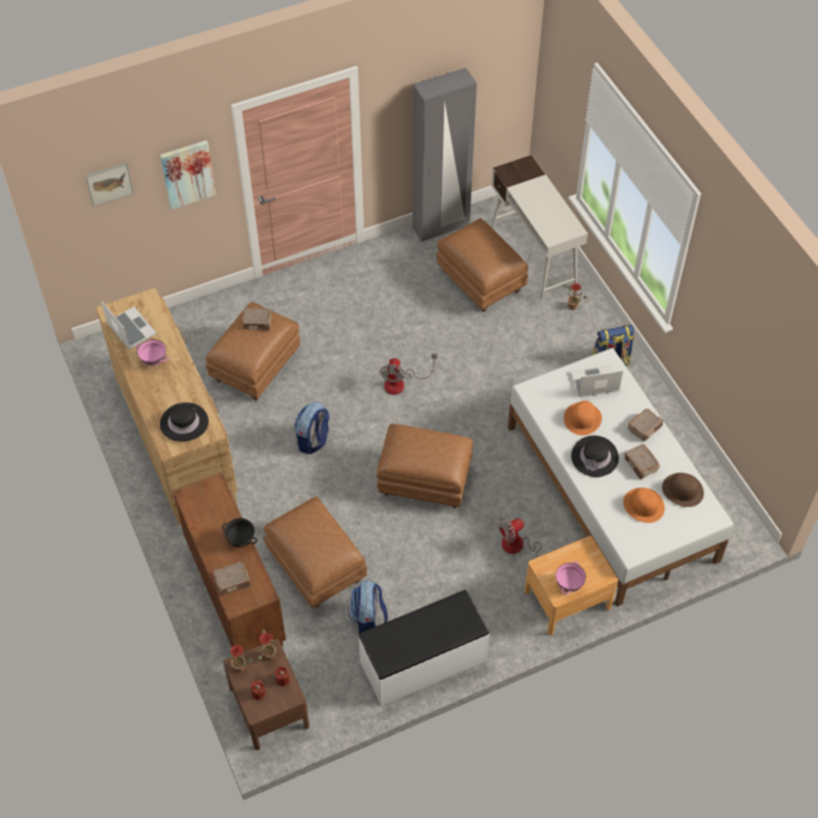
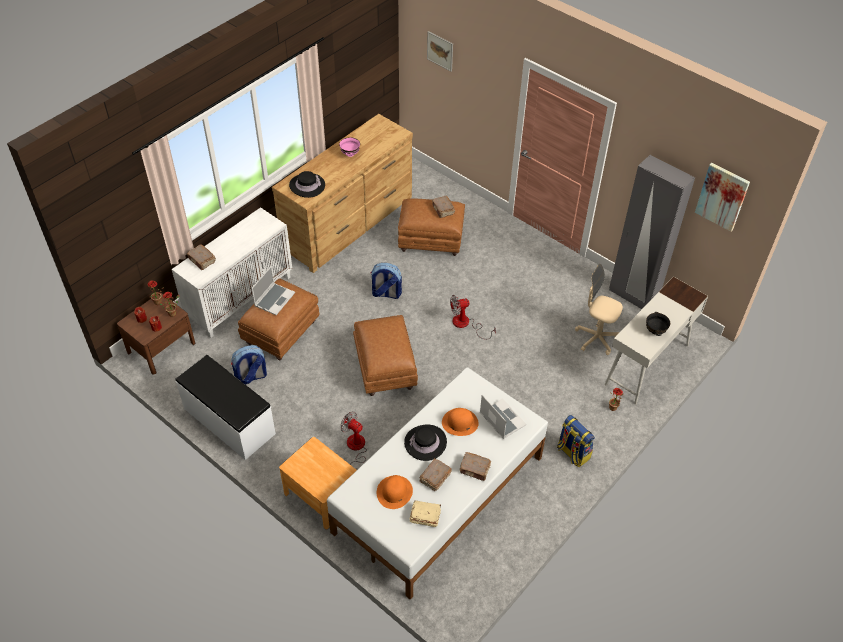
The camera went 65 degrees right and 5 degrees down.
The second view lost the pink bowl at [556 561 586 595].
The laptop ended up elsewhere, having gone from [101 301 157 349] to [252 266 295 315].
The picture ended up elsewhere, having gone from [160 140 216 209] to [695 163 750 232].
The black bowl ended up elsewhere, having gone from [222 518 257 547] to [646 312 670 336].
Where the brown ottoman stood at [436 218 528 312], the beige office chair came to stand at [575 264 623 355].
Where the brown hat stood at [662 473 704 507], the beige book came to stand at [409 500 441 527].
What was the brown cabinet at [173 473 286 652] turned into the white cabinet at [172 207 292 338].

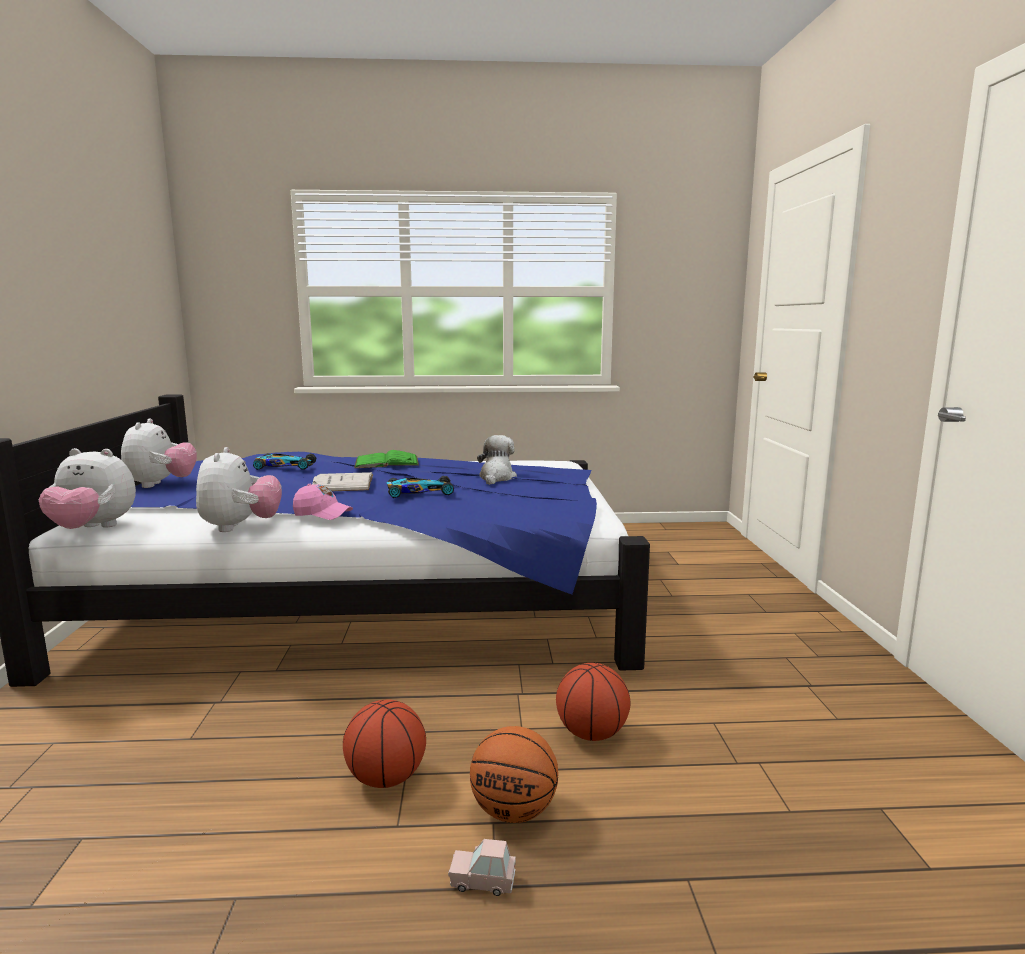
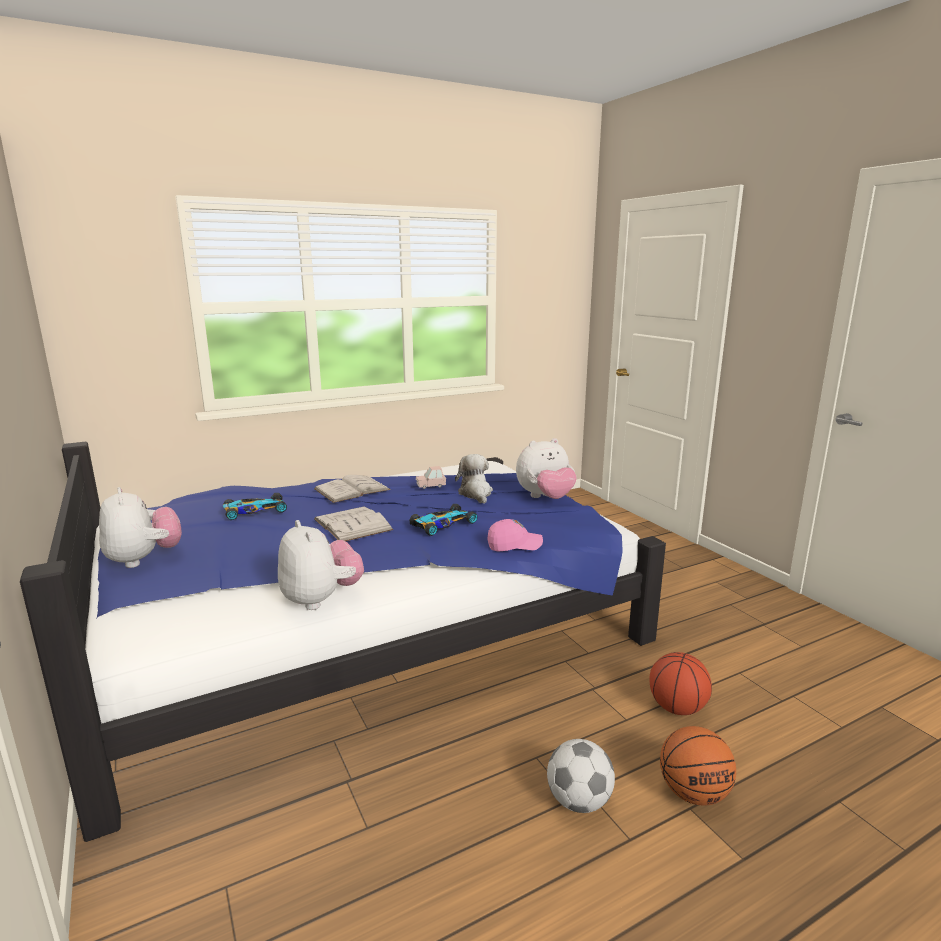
The camera went 25 degrees left and 5 degrees up.
The plush toy ended up elsewhere, having gone from [39 448 136 529] to [516 438 577 499].
The pink cap ended up elsewhere, having gone from [293 484 353 520] to [488 519 543 552].
The pink toy car ended up elsewhere, having gone from [448 839 516 896] to [416 466 446 489].
Where the basketball stood at [343 699 426 788], the football came to stand at [547 739 615 813].
What was the green book at [354 450 419 468] turned into the white book at [314 475 391 503].

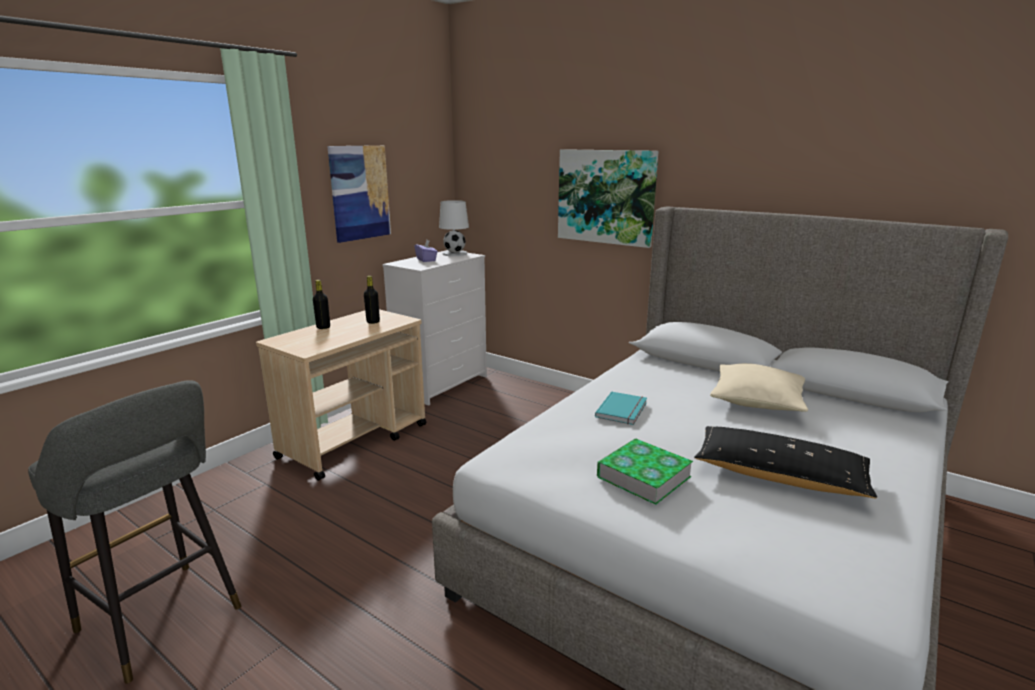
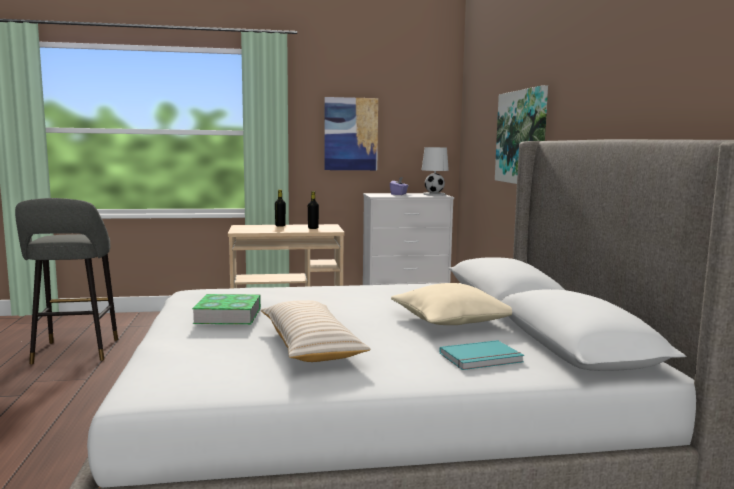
The camera went 45 degrees right and 10 degrees down.
The turquoise book ended up elsewhere, having gone from [595 391 647 425] to [439 340 524 370].
What was the black pillow at [694 426 877 498] turned into the beige pillow at [261 300 371 362].

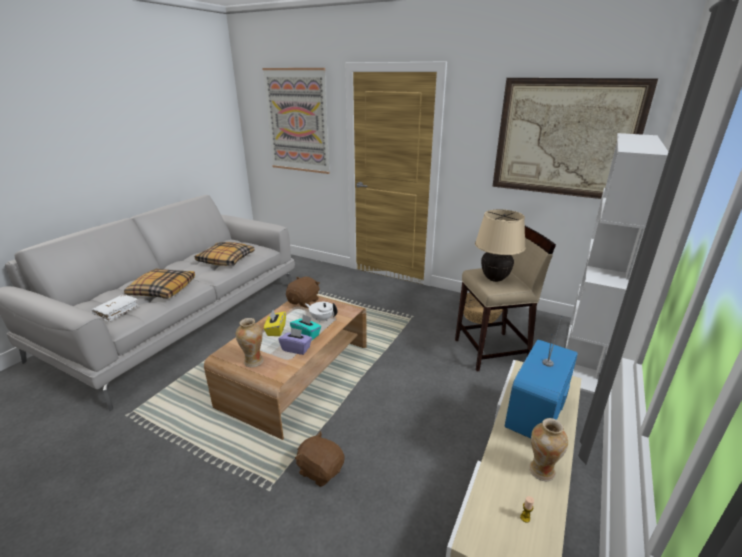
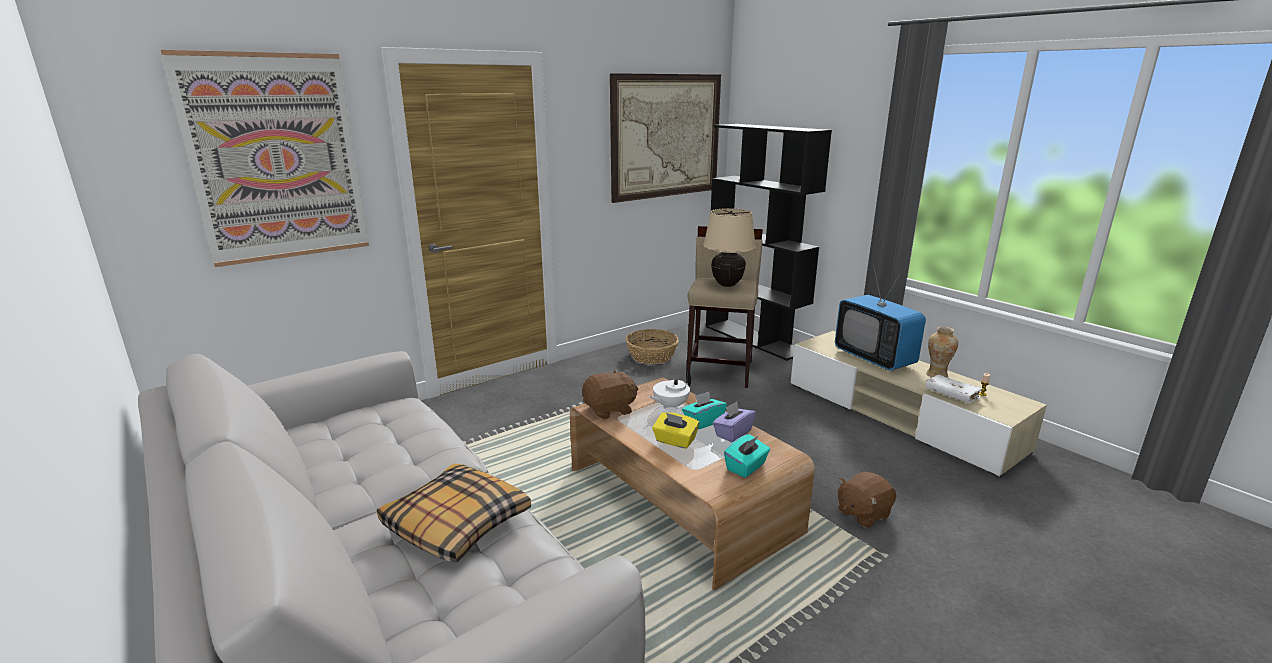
The camera went 65 degrees left and 5 degrees down.
The second view lost the pillow at [195 242 255 266].
The white book ended up elsewhere, having gone from [92 294 139 322] to [926 375 983 403].
Where the vase stood at [236 318 263 367], the turquoise tissue box came to stand at [724 434 770 478].
What was the white bookcase at [566 133 668 394] turned into the black bookcase at [706 124 832 361].
The brown plush toy at [286 277 320 308] ended up facing another way, 105 degrees clockwise from before.

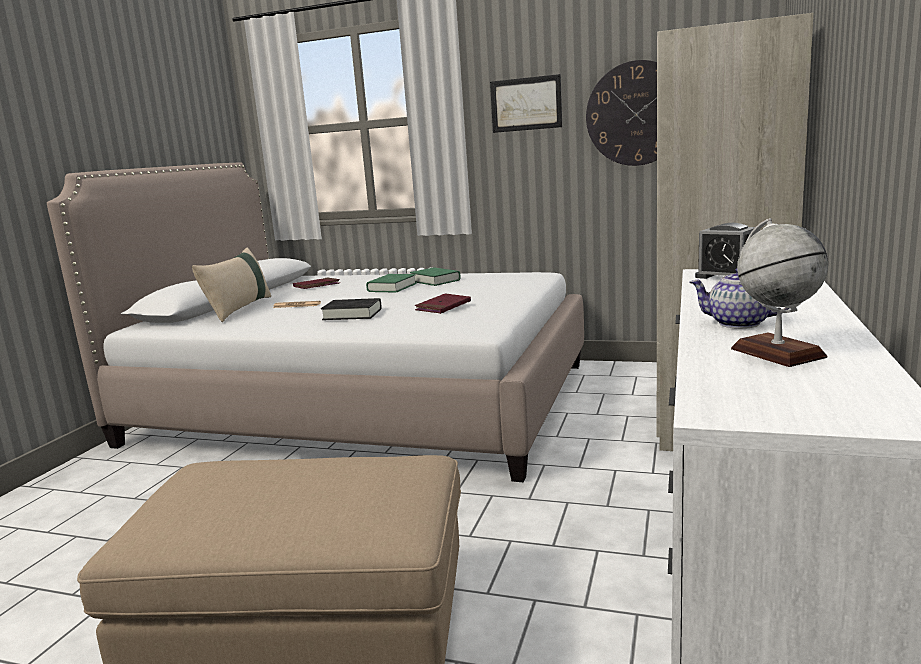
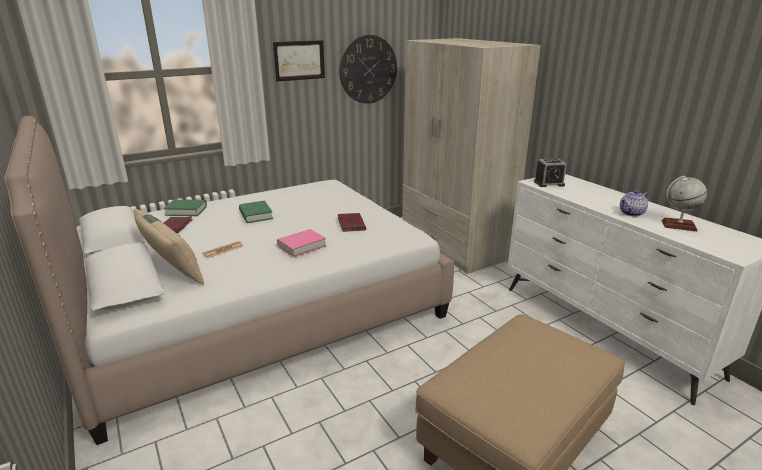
The camera went 50 degrees left and 10 degrees up.
The green book ended up elsewhere, having gone from [410 267 461 286] to [164 200 207 216].
What was the black book at [321 298 381 320] turned into the pink book at [277 229 326 257].

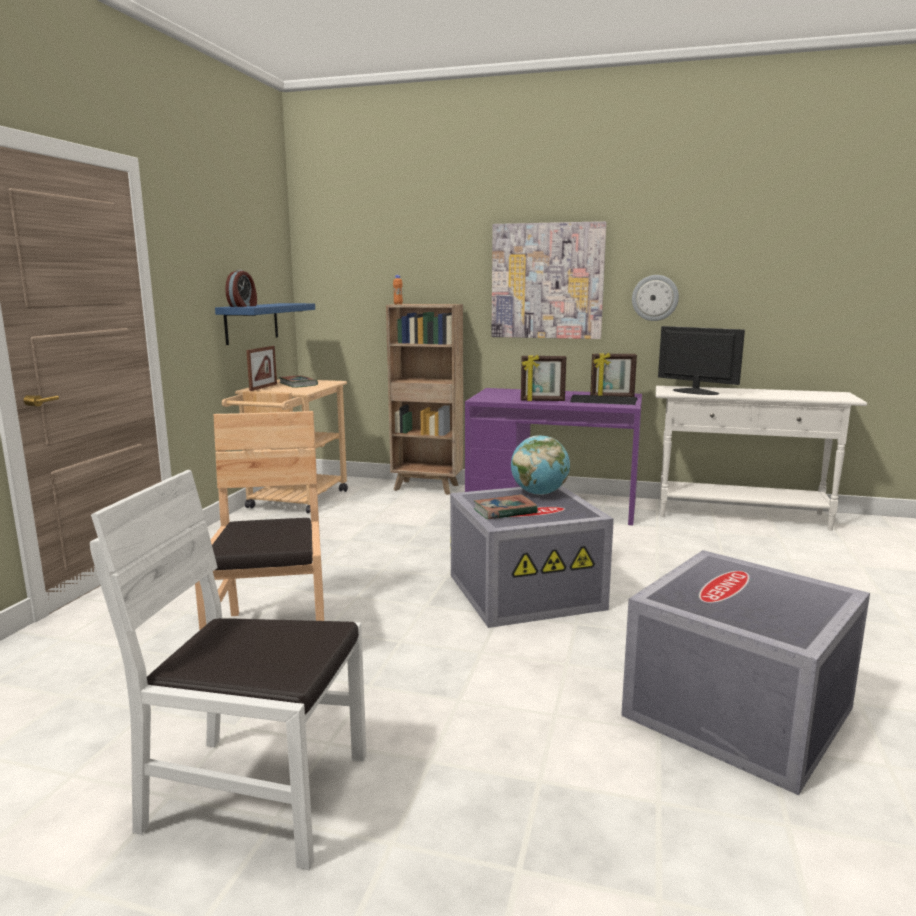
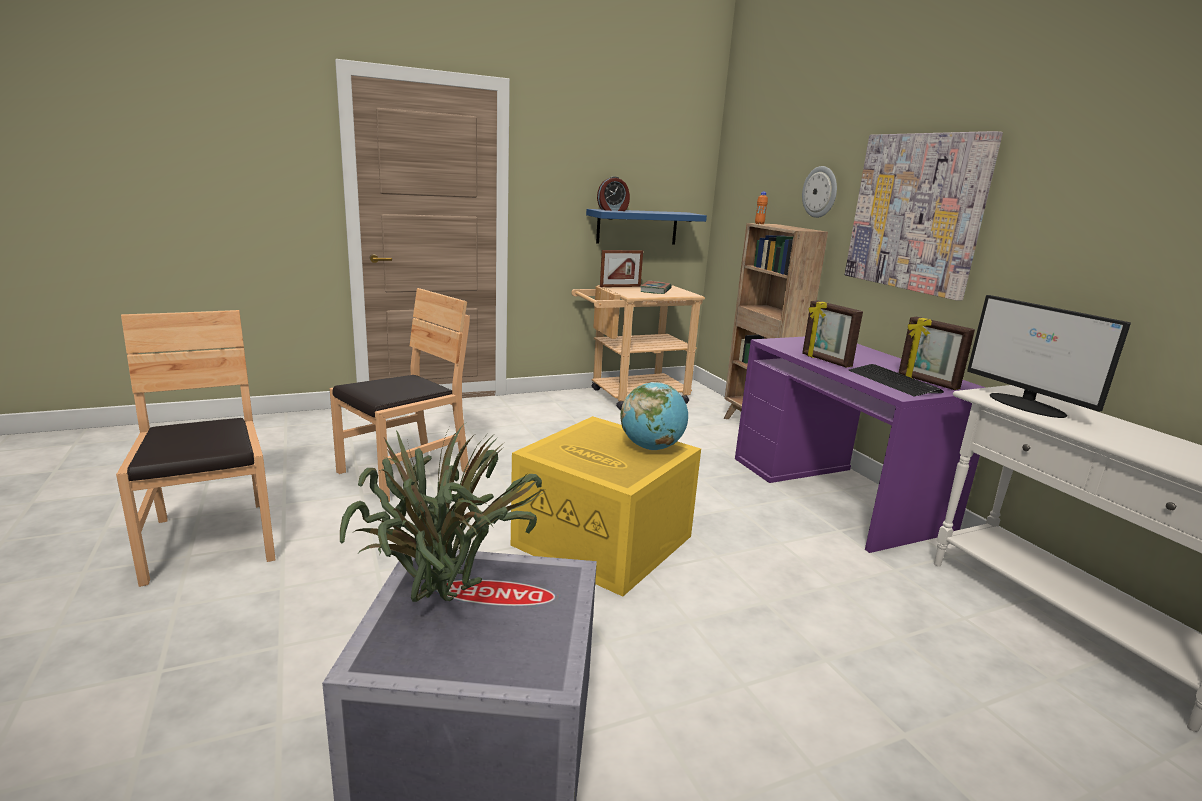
The camera went 50 degrees right and 5 degrees up.
The second view lost the book at [474 494 538 520].
The second view gained the potted plant at [340 424 543 602].
The wall clock ended up elsewhere, having gone from [632 275 679 321] to [802 166 837 218].
What was the white chair at [90 470 366 870] turned into the brown chair at [116 310 276 587].
What was the grey storage box at [450 486 614 628] turned into the yellow storage box at [511 416 701 597].
The monitor at [658 326 745 395] ended up facing another way, 150 degrees clockwise from before.

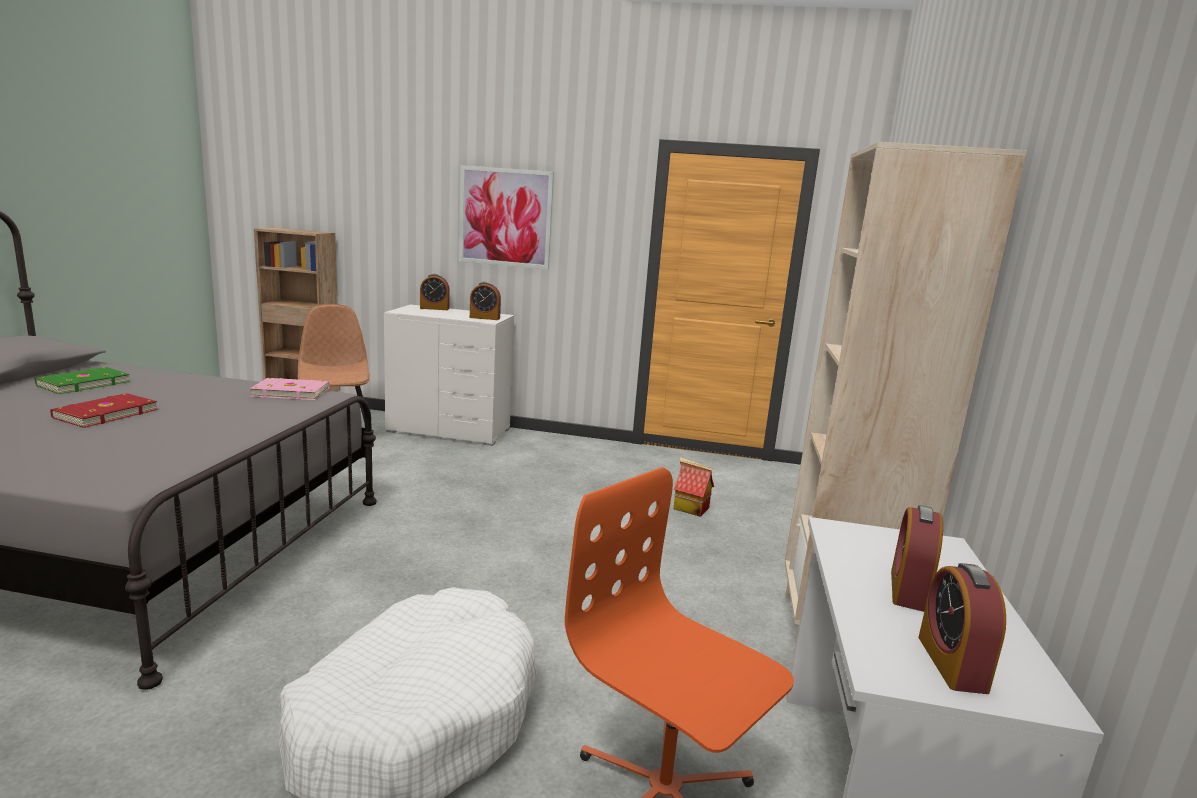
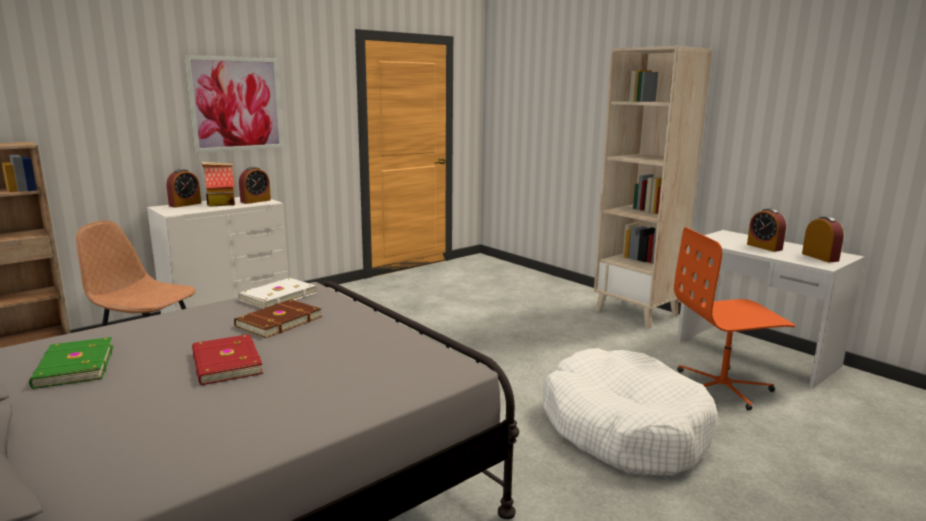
The camera went 50 degrees left and 0 degrees up.
The second view gained the brown book at [234 299 322 338].
The toy house ended up elsewhere, having gone from [673 457 714 517] to [201 162 235 207].
What was the pink book at [250 378 329 400] turned into the white book at [238 278 317 309].
The alarm clock at [918 563 1006 694] ended up facing another way, 150 degrees counterclockwise from before.

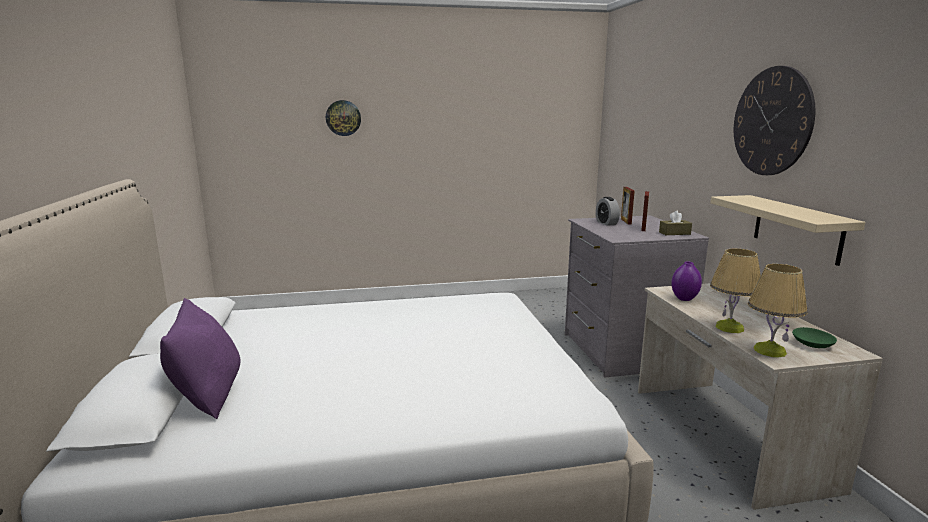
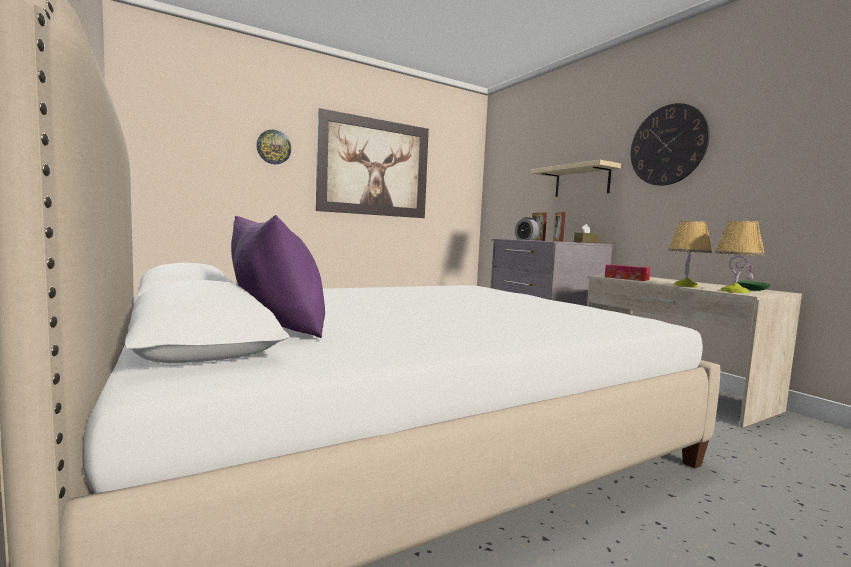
The camera went 20 degrees left and 10 degrees down.
The second view gained the picture at [316 108 429 218].
The beige shelf ended up elsewhere, having gone from [710 195 865 266] to [531 160 621 197].
Where the purple vase stood at [671 261 702 301], the tissue box came to stand at [605 264 651 281].

